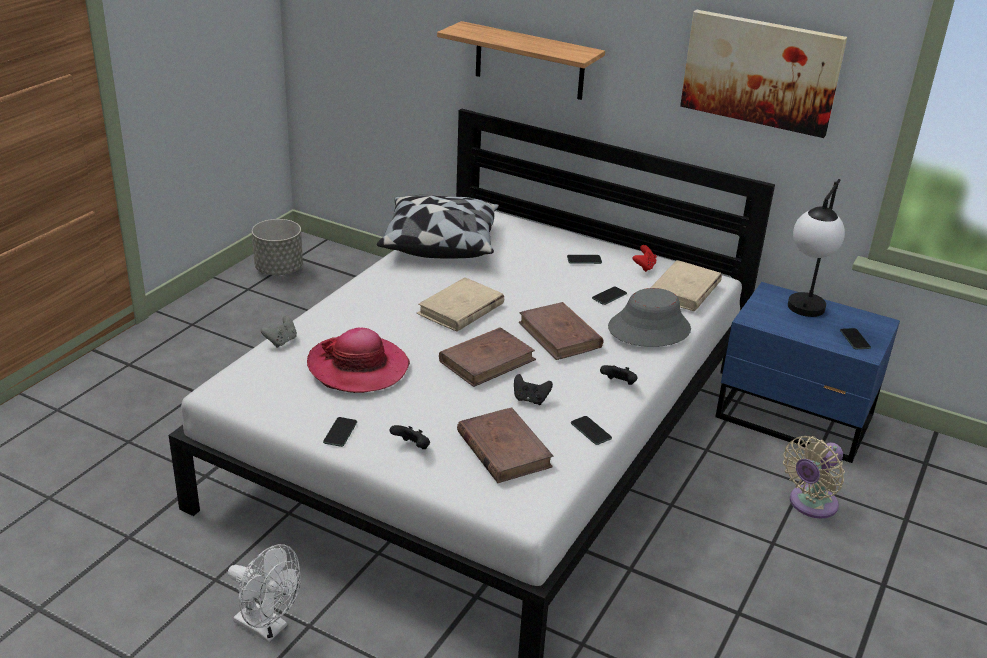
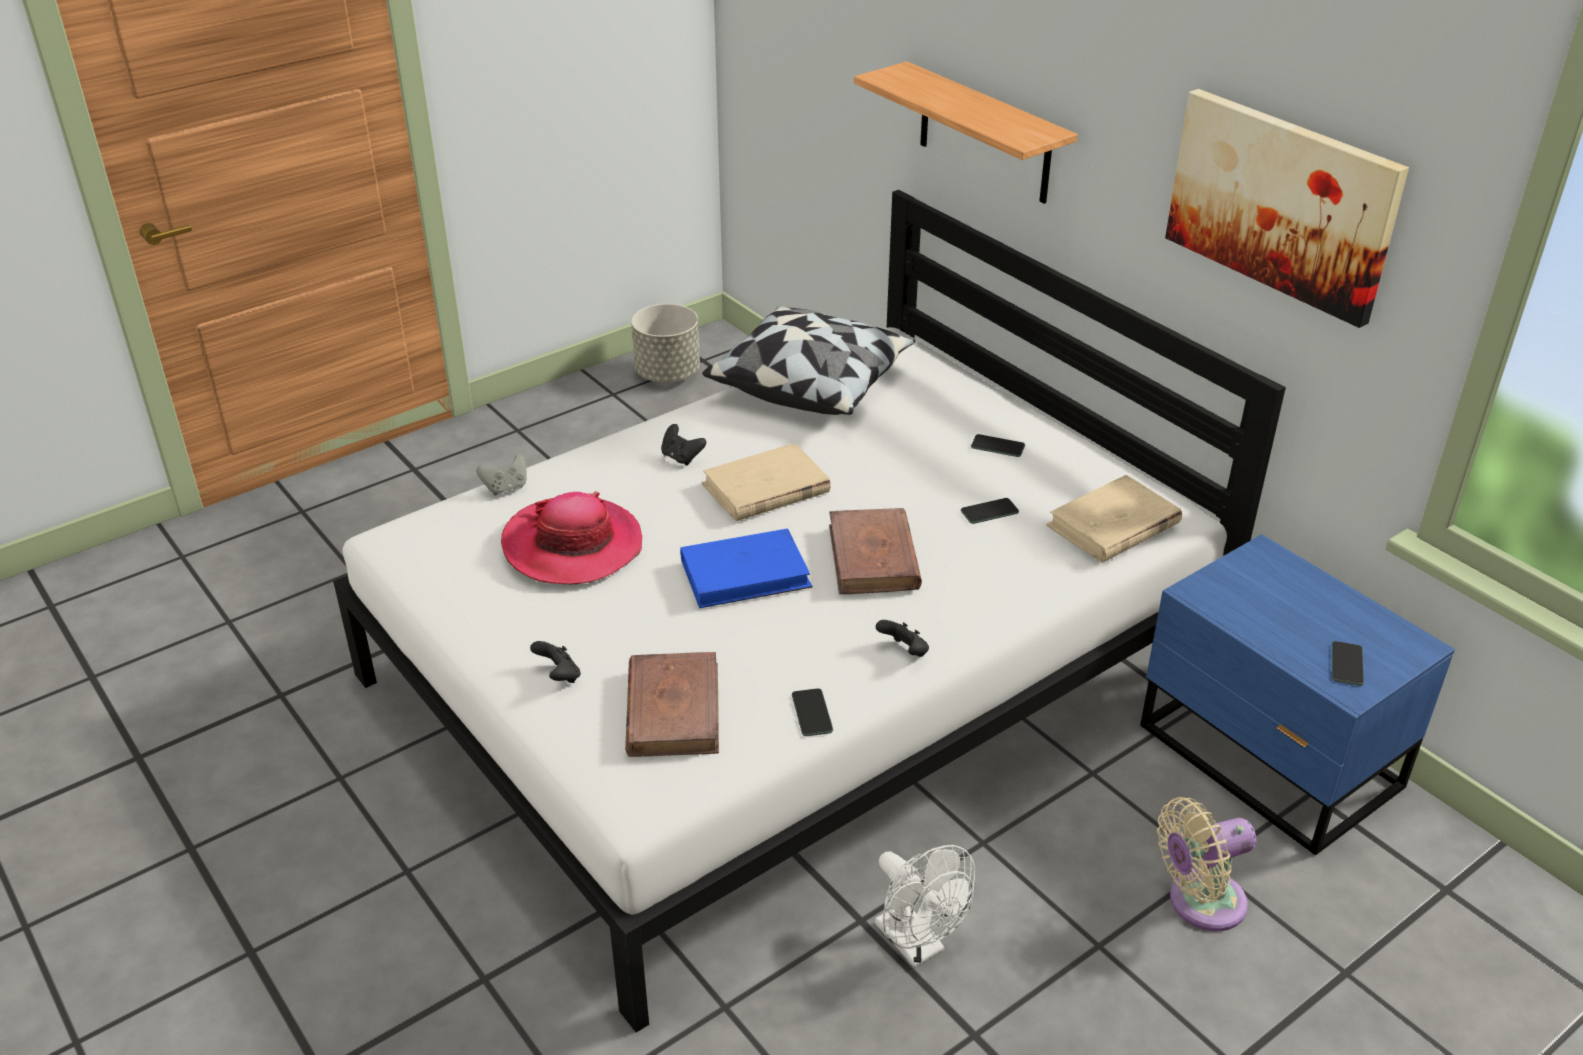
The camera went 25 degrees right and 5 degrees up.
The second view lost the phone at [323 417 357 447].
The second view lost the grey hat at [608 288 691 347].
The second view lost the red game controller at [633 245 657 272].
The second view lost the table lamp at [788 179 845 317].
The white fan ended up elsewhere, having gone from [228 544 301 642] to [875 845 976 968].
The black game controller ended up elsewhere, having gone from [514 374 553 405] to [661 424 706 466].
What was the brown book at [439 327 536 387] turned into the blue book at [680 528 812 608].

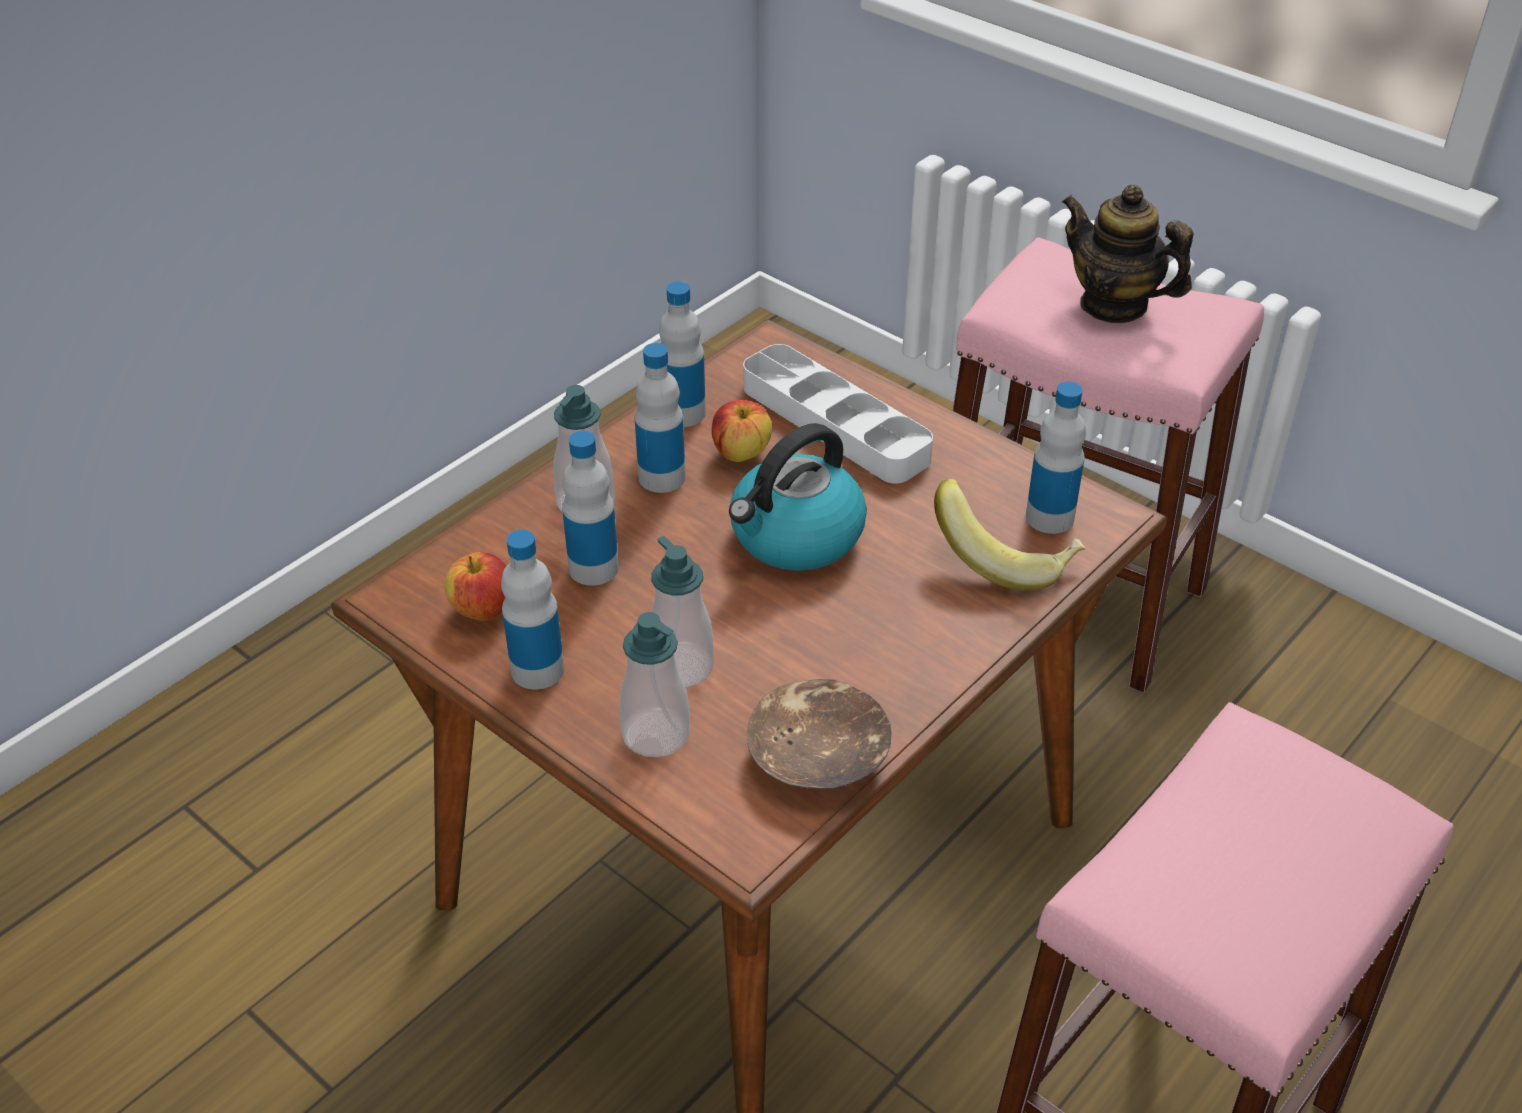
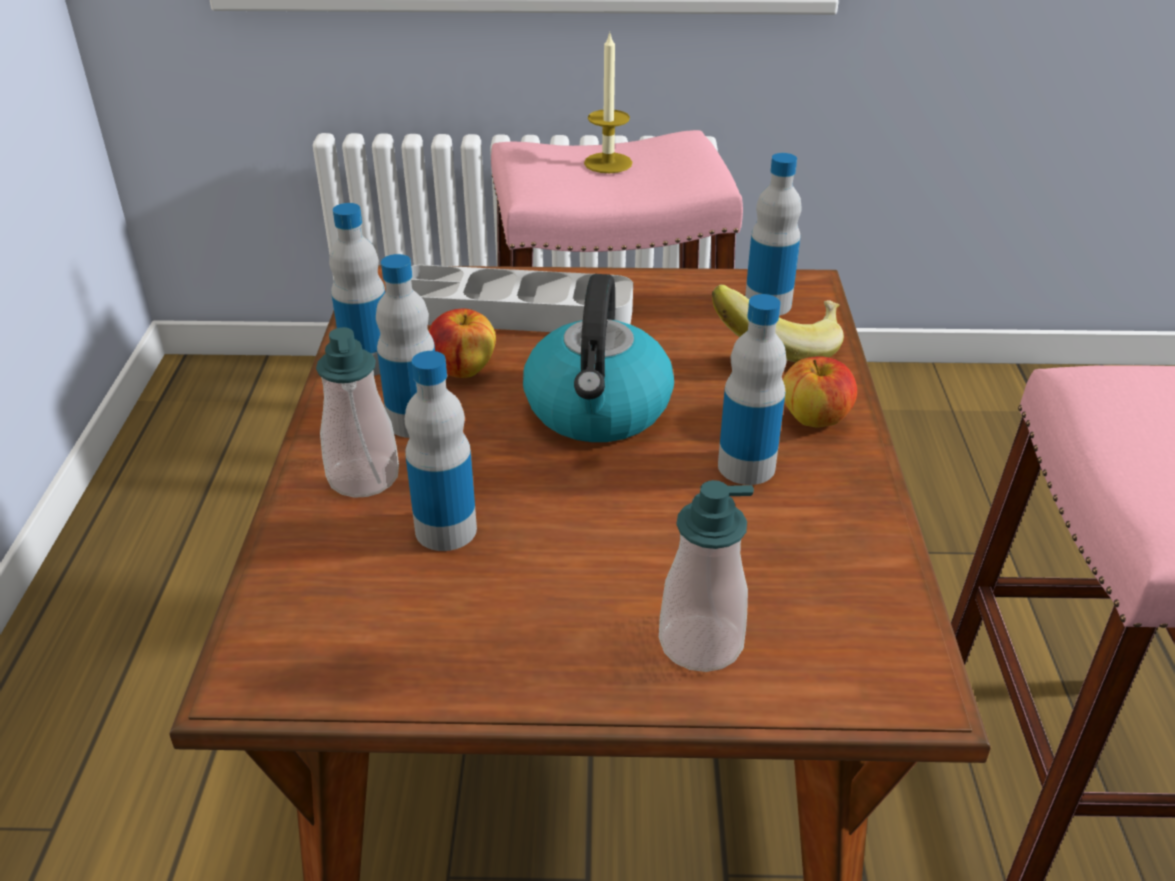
The camera went 40 degrees left and 5 degrees down.
The second view lost the soap dispenser at [651 536 714 687].
The second view lost the brown bowl at [747 679 892 789].
The apple ended up elsewhere, having gone from [444 552 506 621] to [783 356 857 428].
The bottle ended up elsewhere, having gone from [501 530 564 689] to [718 294 787 485].
Where the teapot stood at [1062 184 1193 323], the candle came to stand at [584 32 632 173].

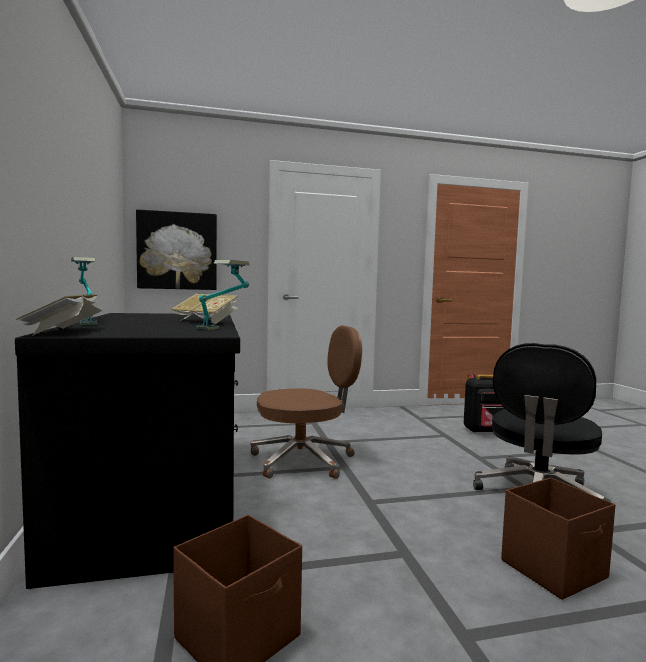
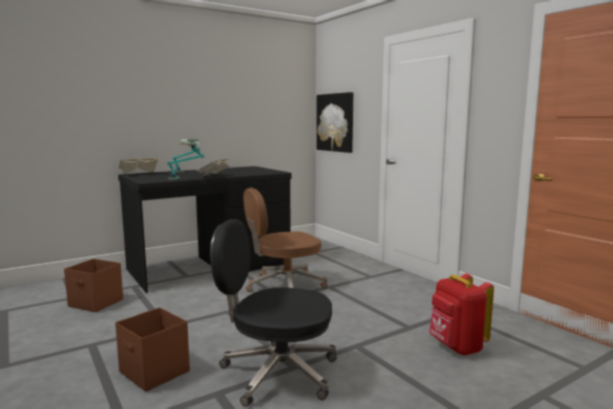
The camera went 70 degrees right and 5 degrees up.
What was the black backpack at [464 374 505 433] turned into the red backpack at [429 274 494 355].
The brown office chair at [251 326 362 479] ended up facing another way, 105 degrees clockwise from before.

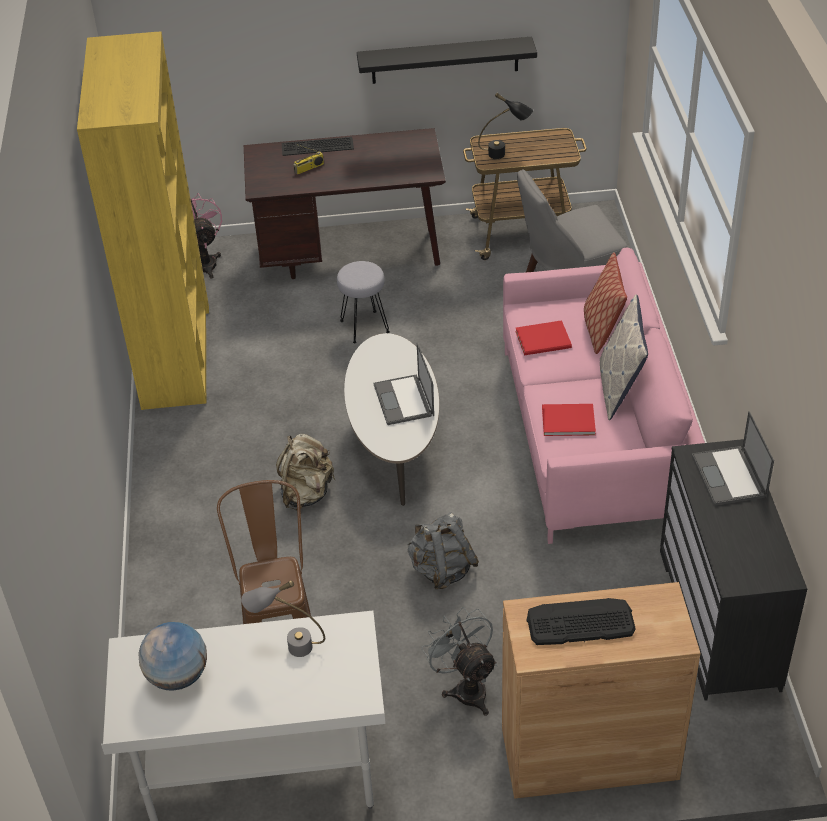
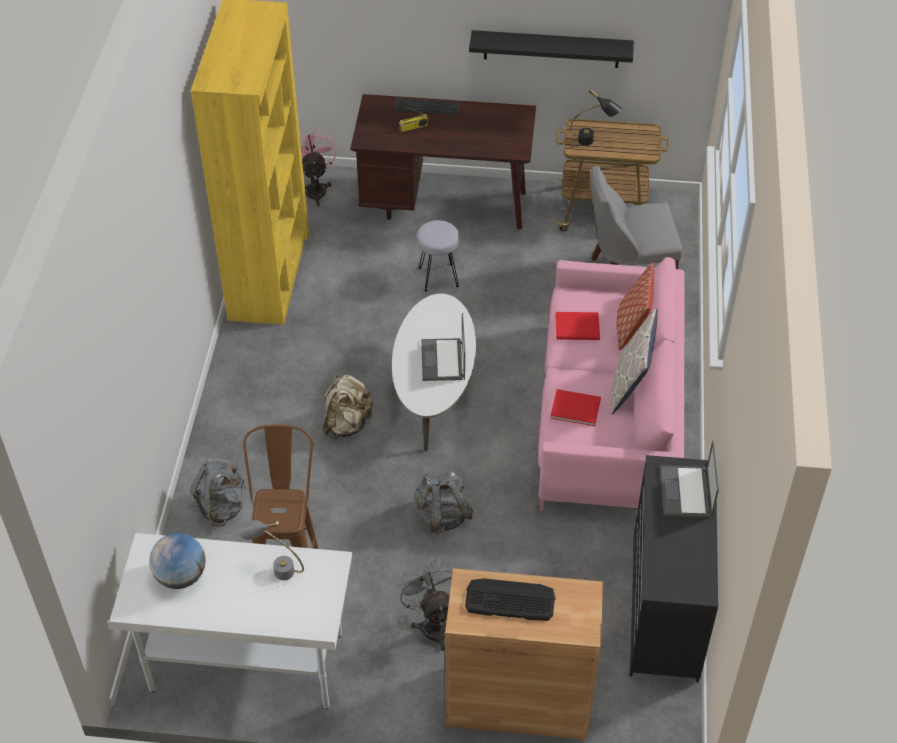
The camera went 10 degrees right and 5 degrees up.
The second view gained the grey backpack at [190 458 246 527].

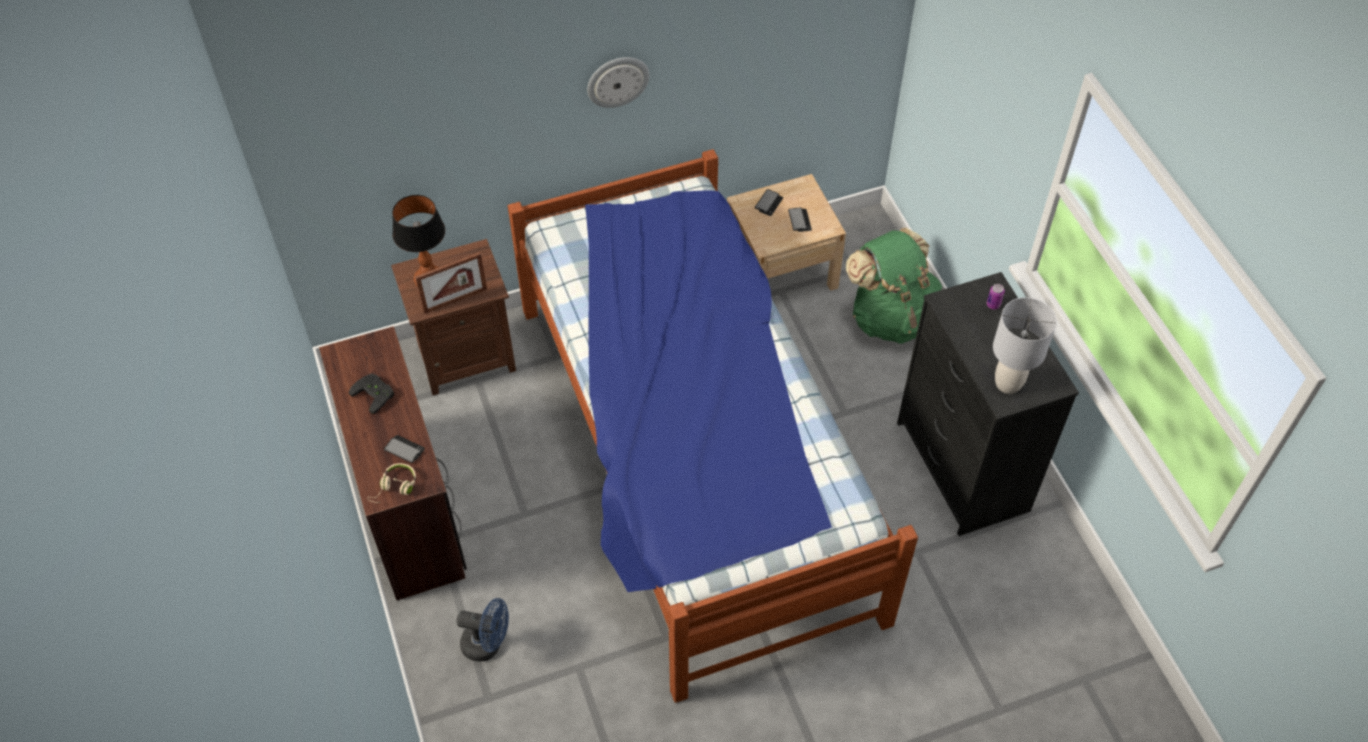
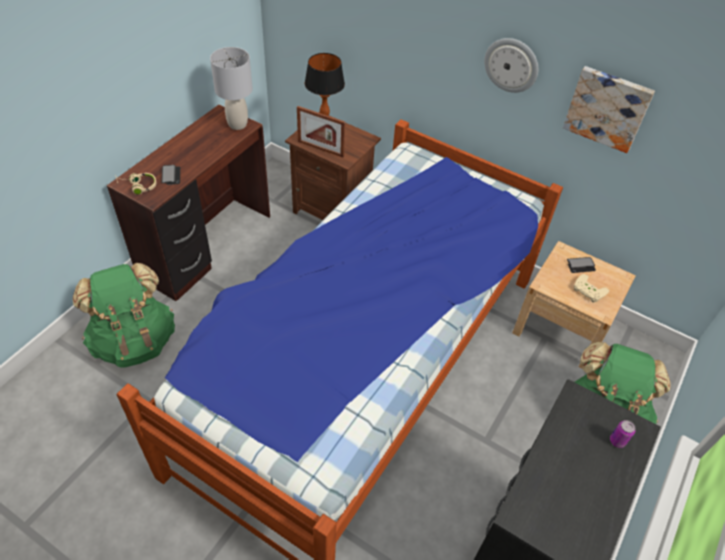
The camera went 50 degrees right and 5 degrees down.
The second view lost the black game controller at [349 373 394 414].
The second view gained the picture at [563 66 655 153].
The grey table lamp ended up elsewhere, having gone from [993 297 1057 394] to [210 47 253 130].
Where the blue fan stood at [456 598 509 661], the green backpack came to stand at [73 263 175 368].
Where the phone stood at [788 208 812 232], the beige game controller came to stand at [573 274 609 303].

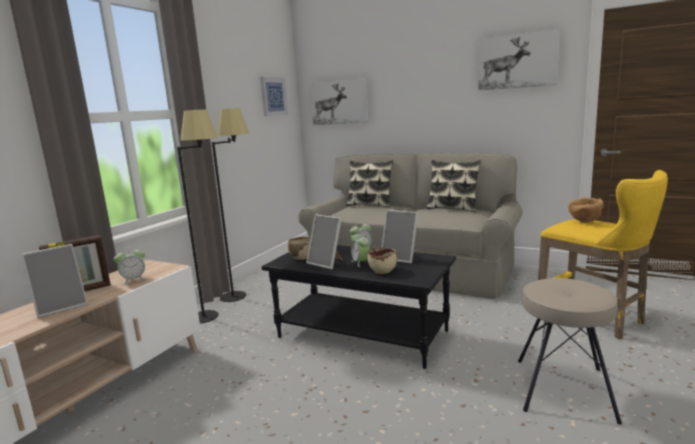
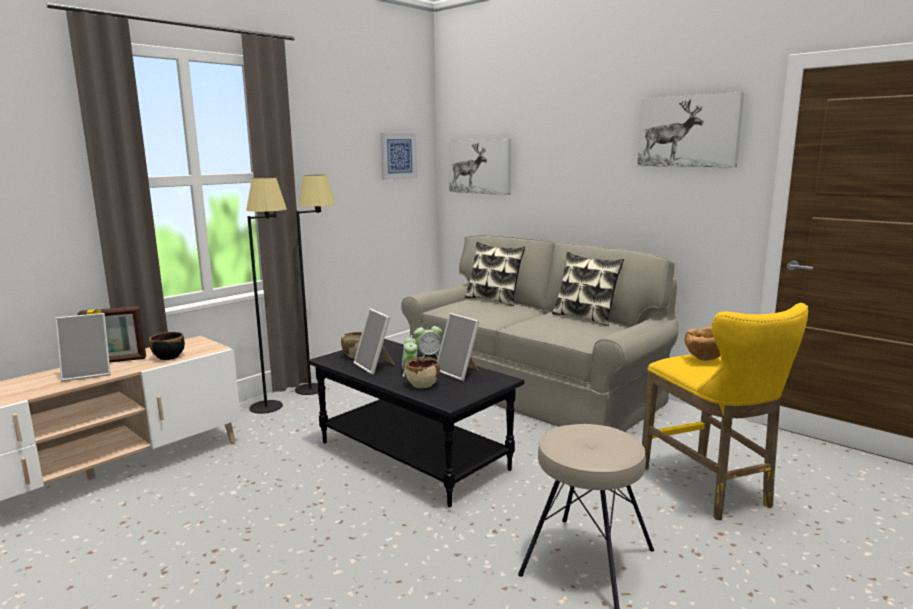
The camera went 15 degrees right and 0 degrees up.
Where the alarm clock stood at [114 246 148 285], the black bowl came to stand at [149 332 185 360].

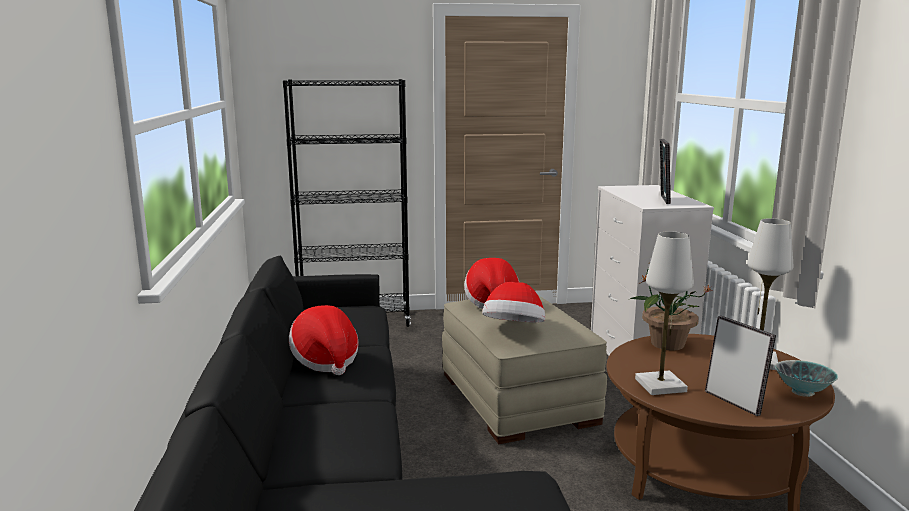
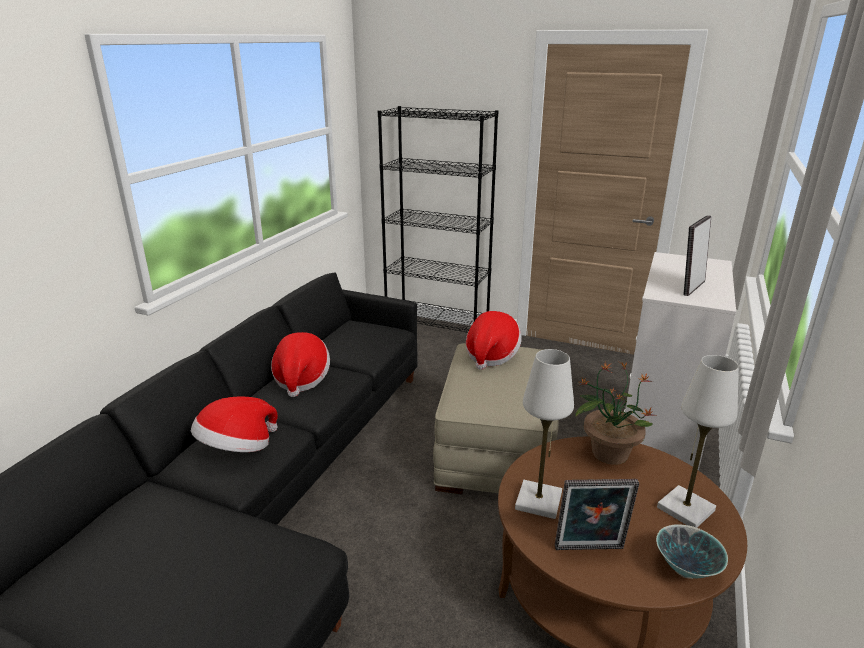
The camera went 30 degrees right and 10 degrees up.
The hat ended up elsewhere, having gone from [482 282 545 323] to [191 397 278 452].
The picture frame at [705 316 776 416] ended up facing another way, 90 degrees clockwise from before.

